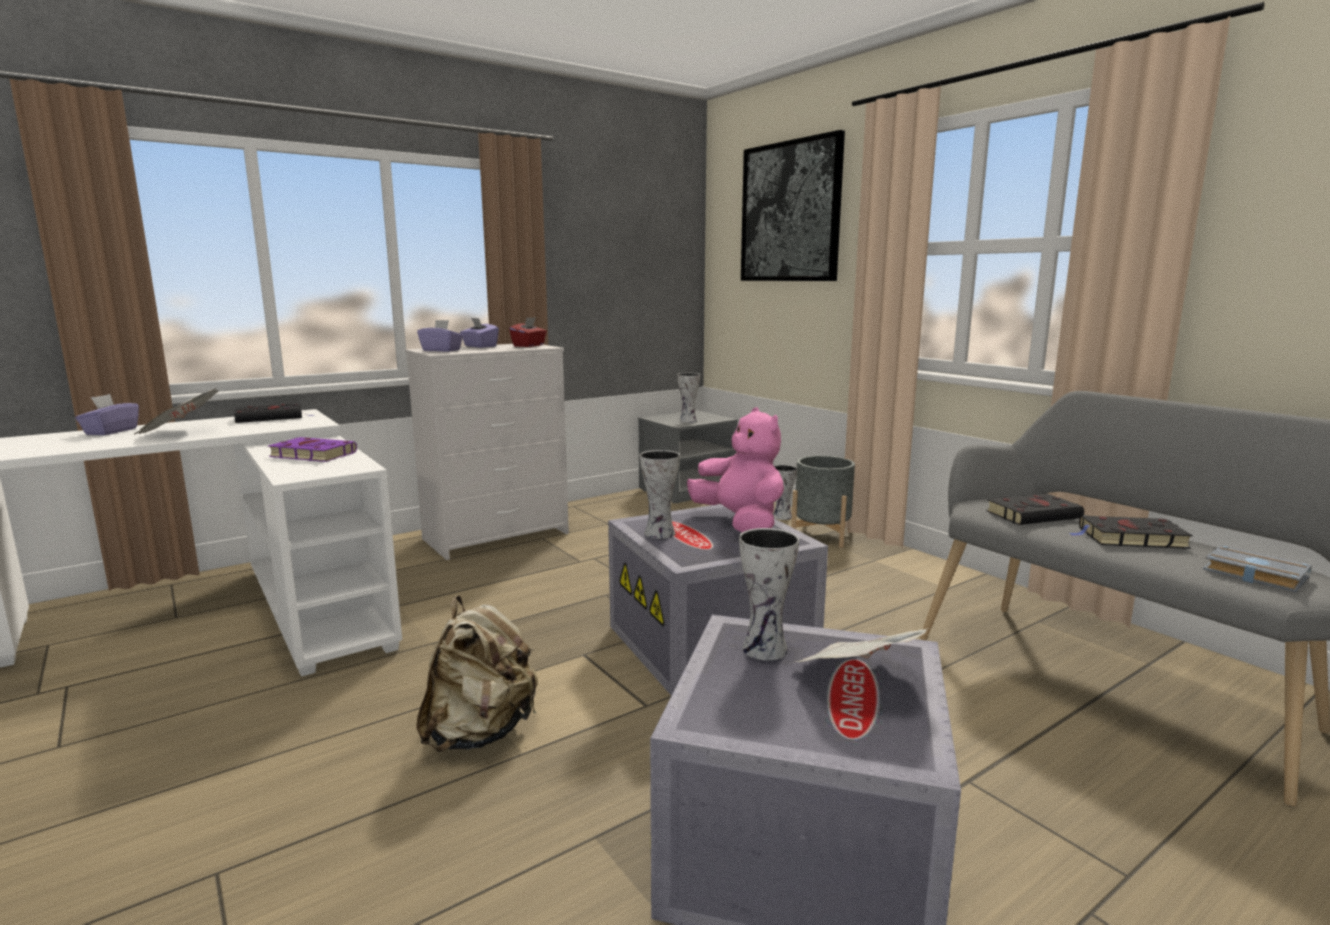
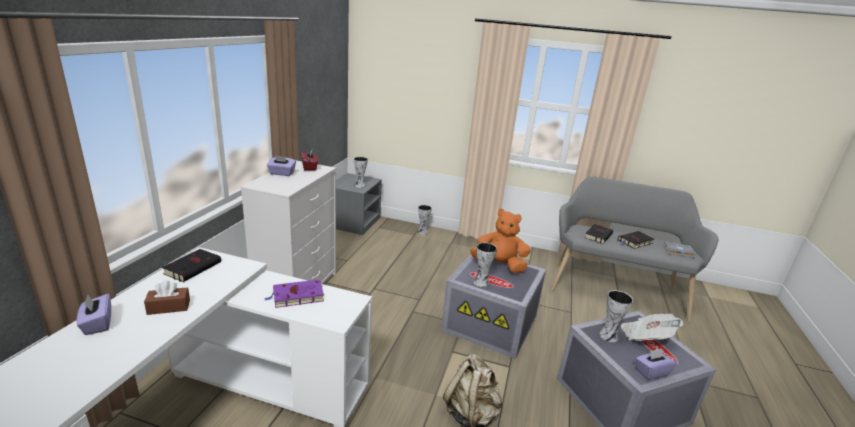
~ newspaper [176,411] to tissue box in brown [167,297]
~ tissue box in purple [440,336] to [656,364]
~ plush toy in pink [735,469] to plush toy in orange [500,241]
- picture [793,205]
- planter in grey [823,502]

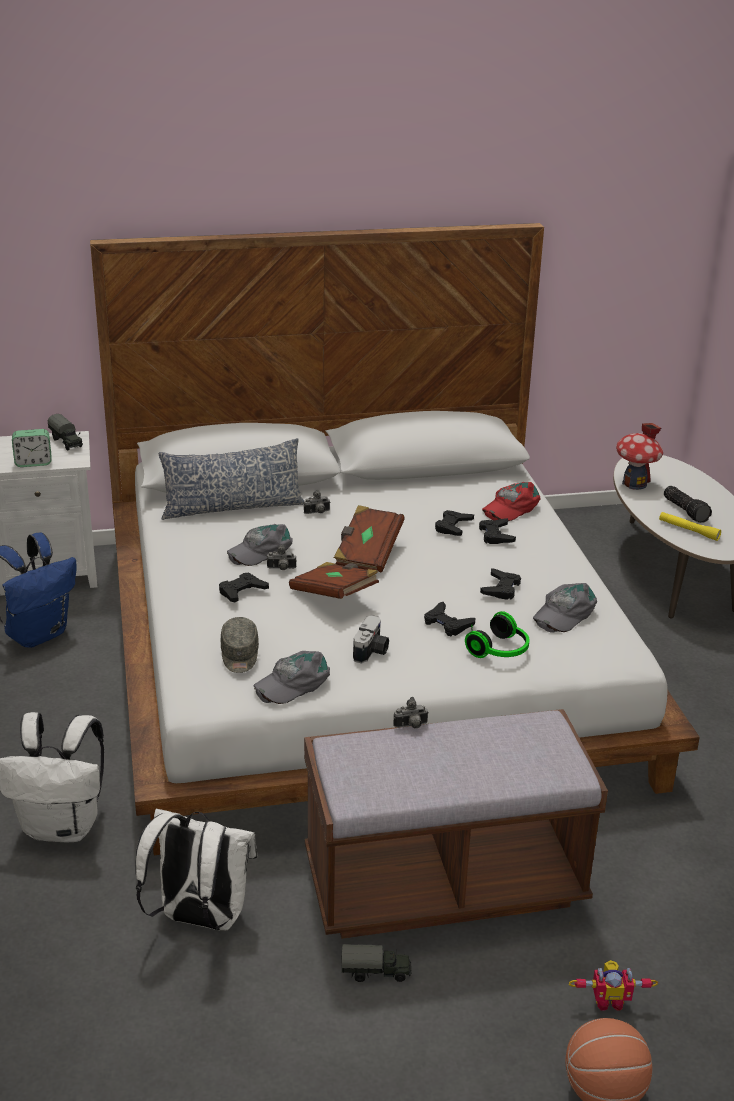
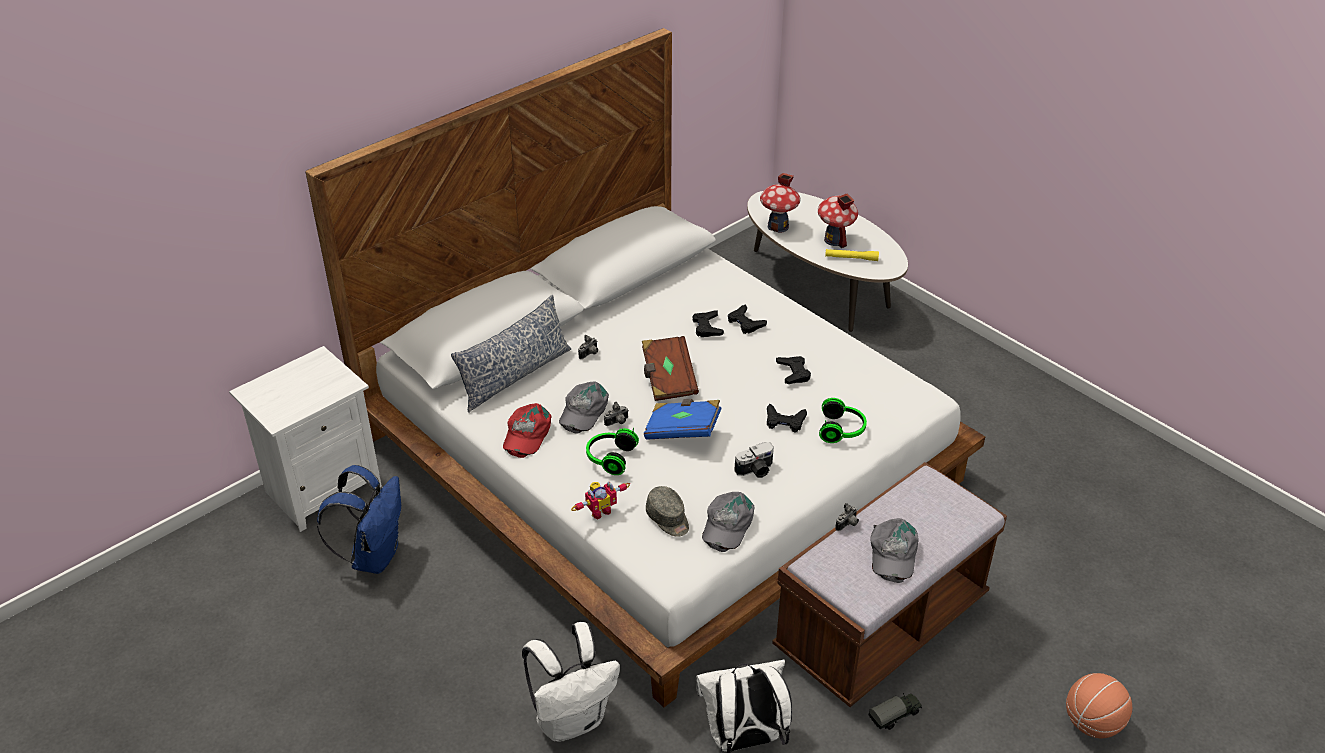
- alarm clock [32,448]
- toy truck [65,432]
~ game controller in black [244,587] to headphones [612,451]
~ book in brown [334,580] to book in blue [683,419]
~ photo camera [371,639] = [754,460] 75 degrees clockwise
~ cap in red [511,501] to [527,430]
~ cap in grey [565,607] to [894,550]
~ toy robot [613,985] to [600,500]
~ flashlight [688,504] to toy house [838,220]

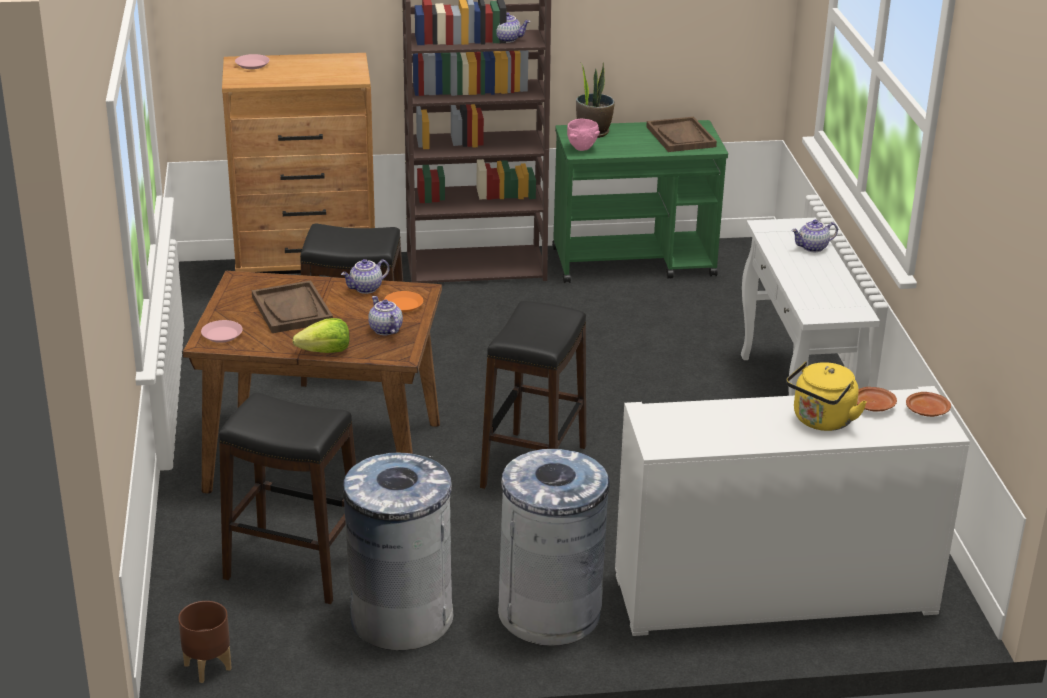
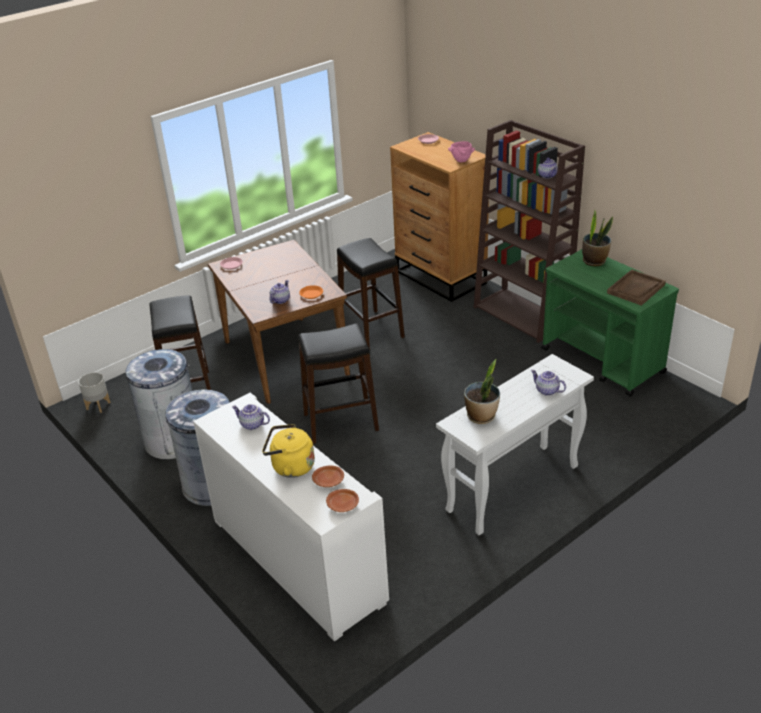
~ planter in brown [205,642] to planter in grey [94,392]
- tray in brown [292,306]
- lettuce [320,335]
~ teapot [365,276] to [251,417]
~ bowl in pink [583,135] to [461,151]
+ potted plant [482,391]

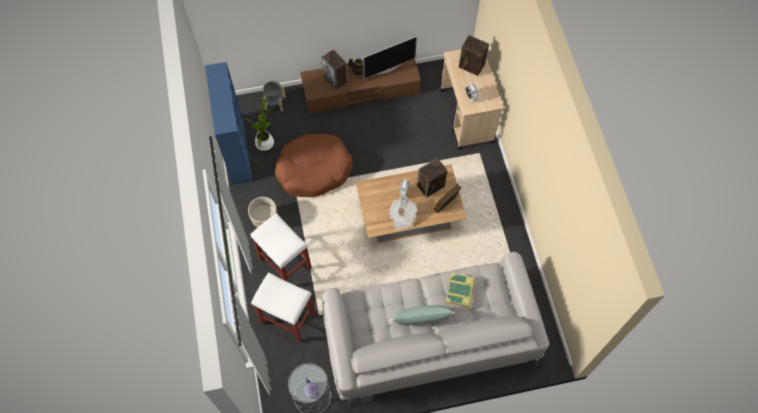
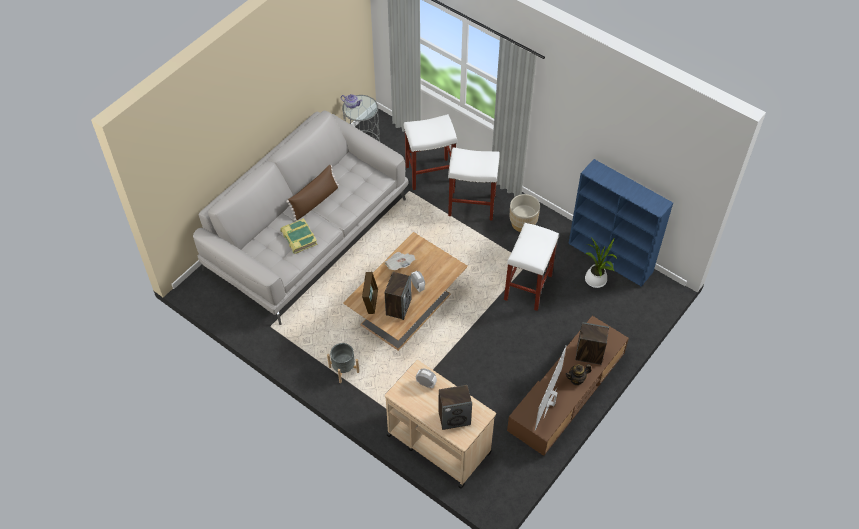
~ planter in grey [274,96] to [343,363]
~ dog bed in brown [314,165] to stool in white [531,267]
~ pillow in green [422,315] to pillow in brown [312,193]

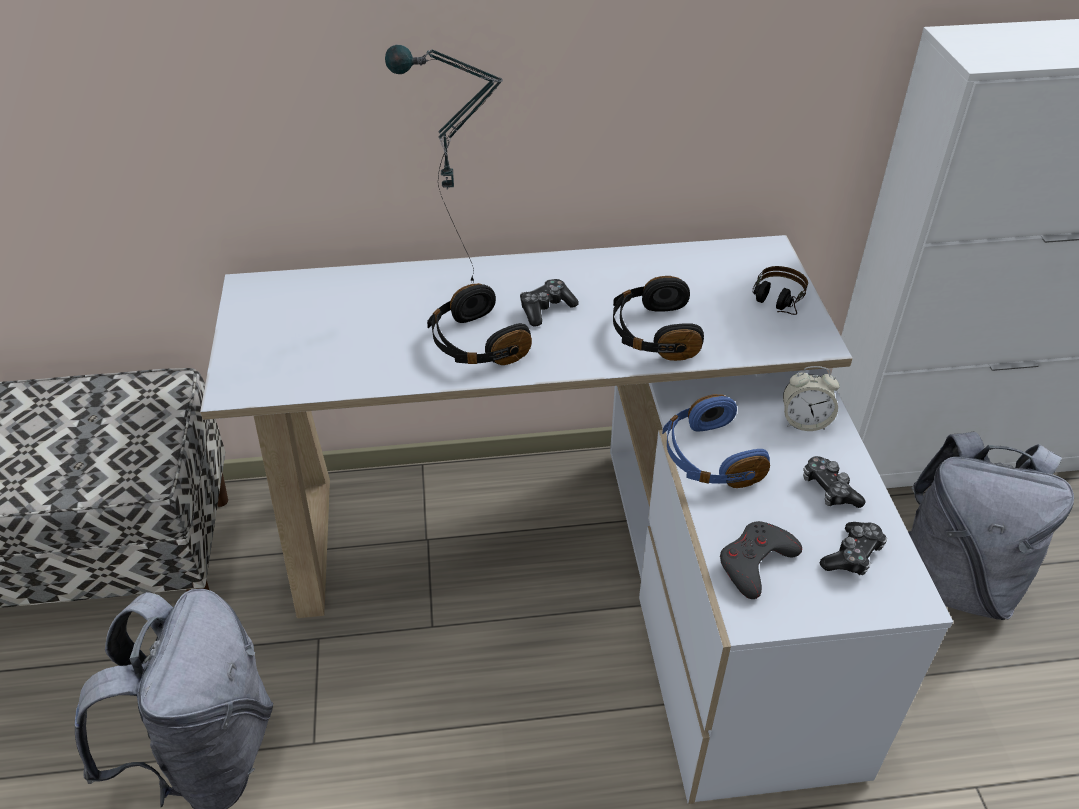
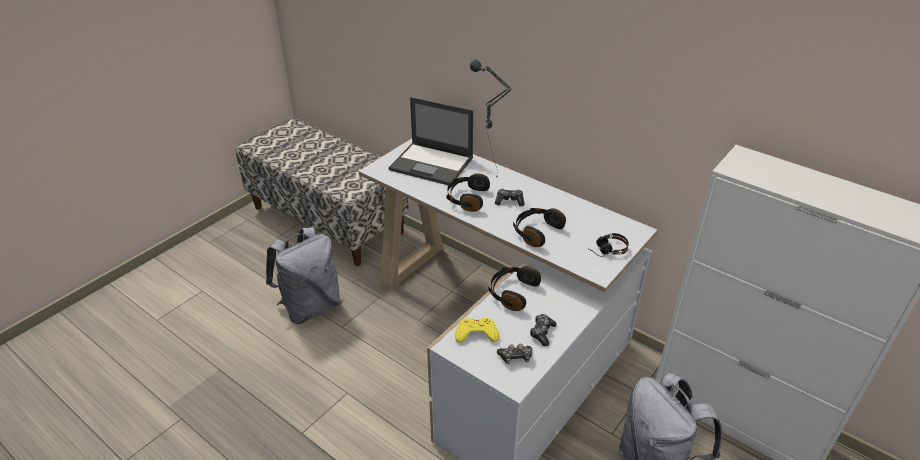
~ headphones in blue [716,441] to headphones in black [514,288]
~ game controller in grey [761,560] to game controller in yellow [477,330]
- alarm clock [811,398]
+ laptop [430,141]

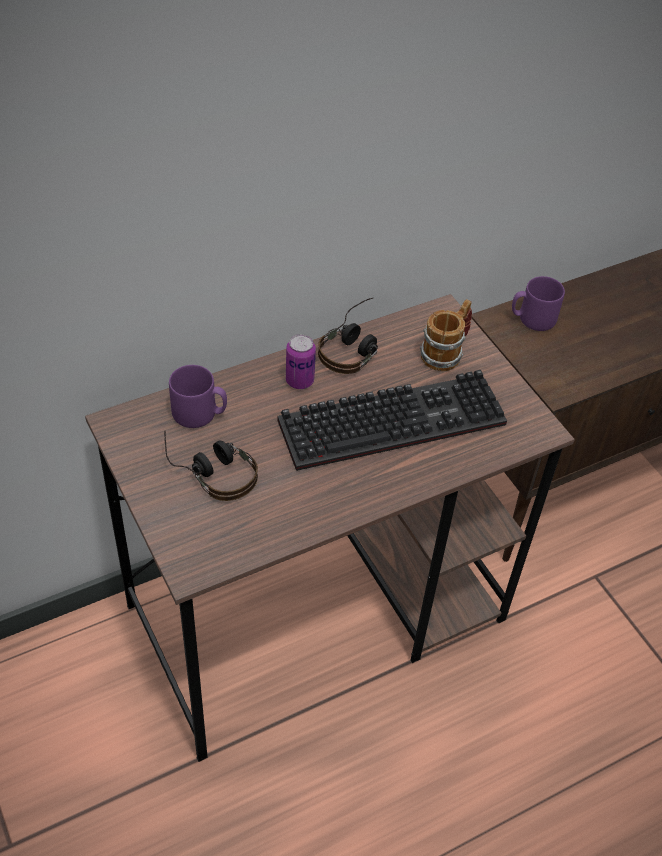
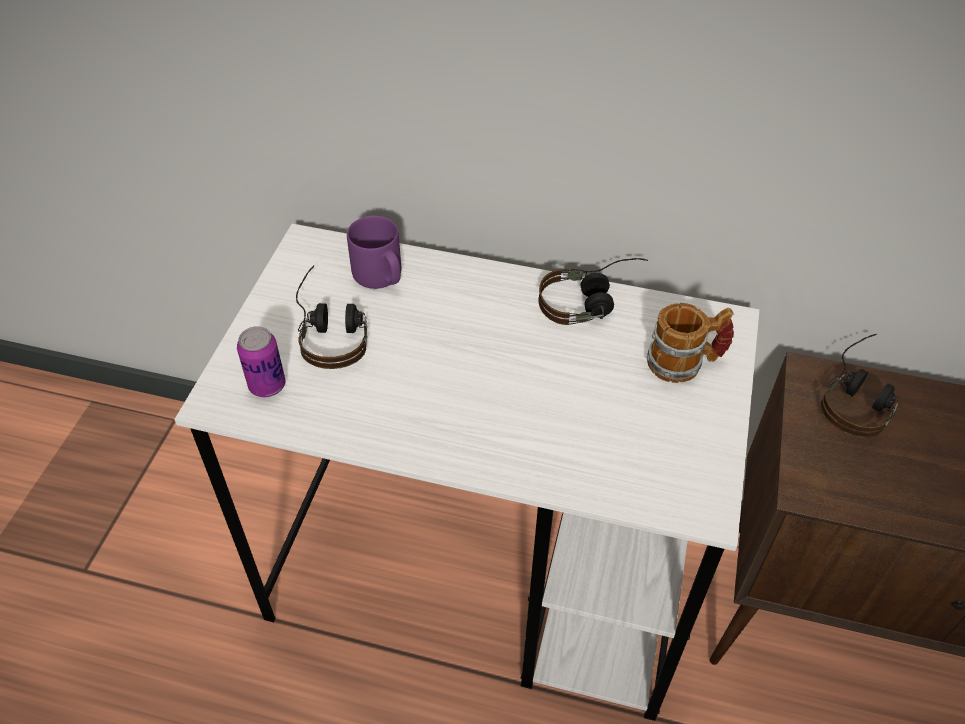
~ desk in brown [330,528] to desk in white [467,472]
- keyboard [392,420]
~ can [301,361] to [261,361]
~ mug in purple [538,303] to headphones [860,386]

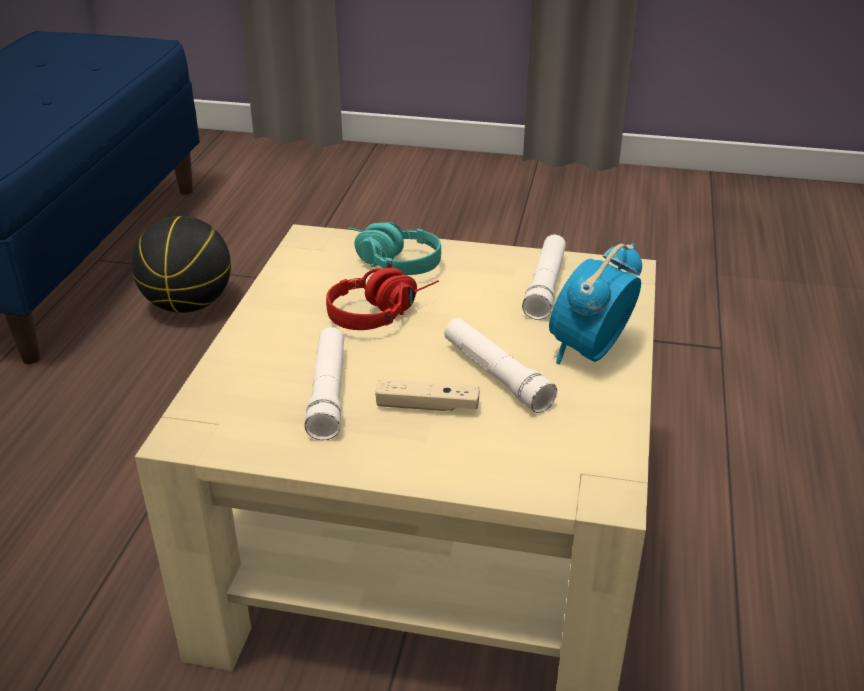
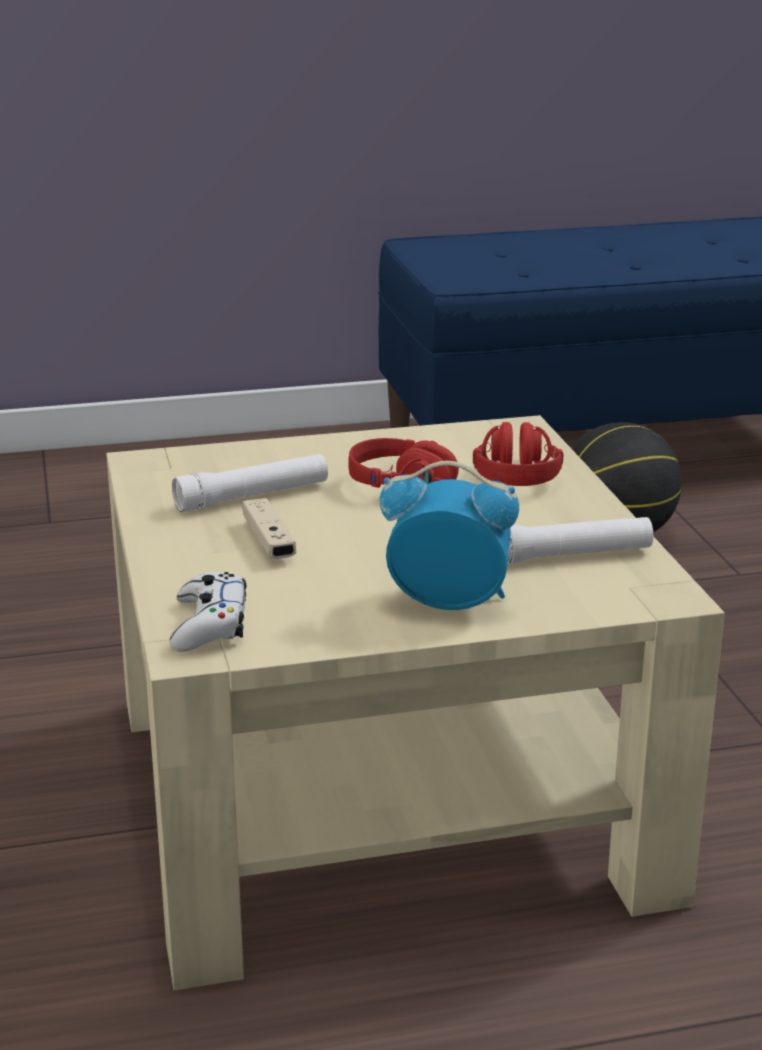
~ headphones in turquoise [394,248] to headphones in red [518,454]
- flashlight in white [500,365]
+ game controller in white [208,612]

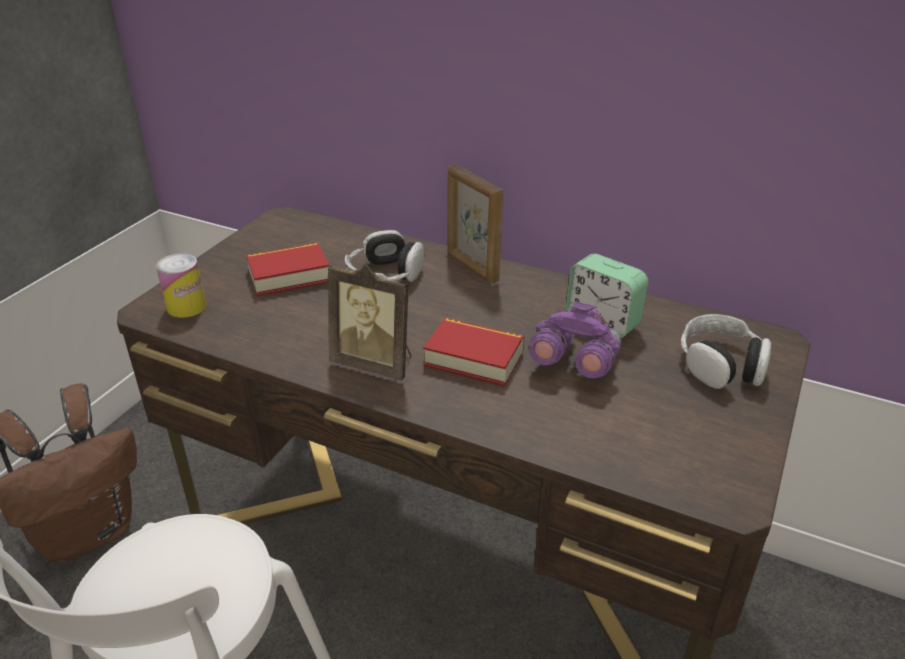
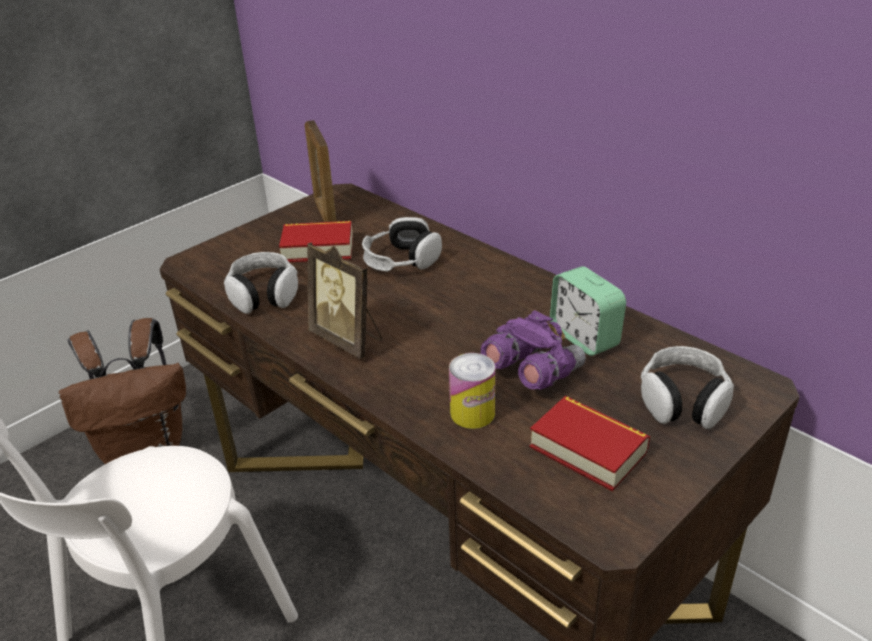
~ can [181,285] to [472,391]
~ book [473,352] to [590,443]
~ picture frame [475,224] to [321,171]
+ headphones [261,283]

